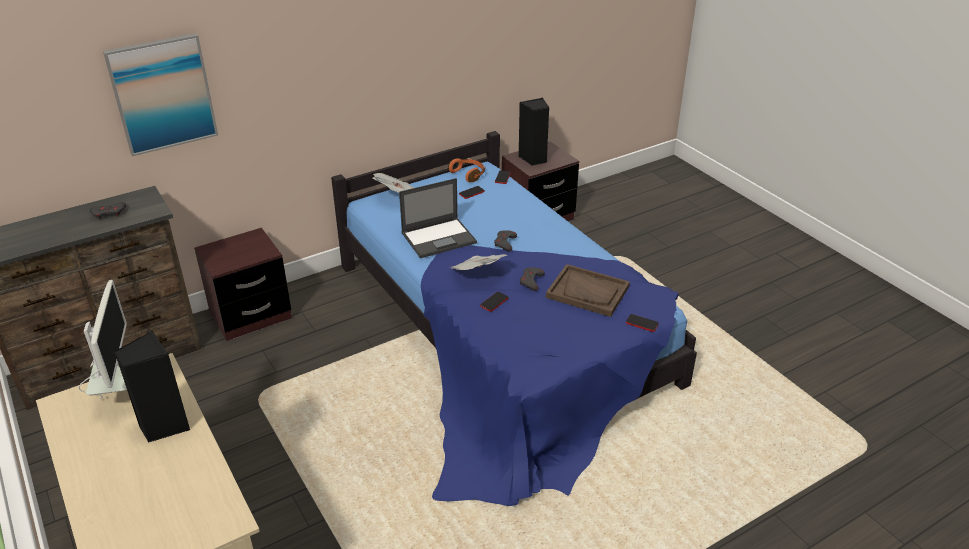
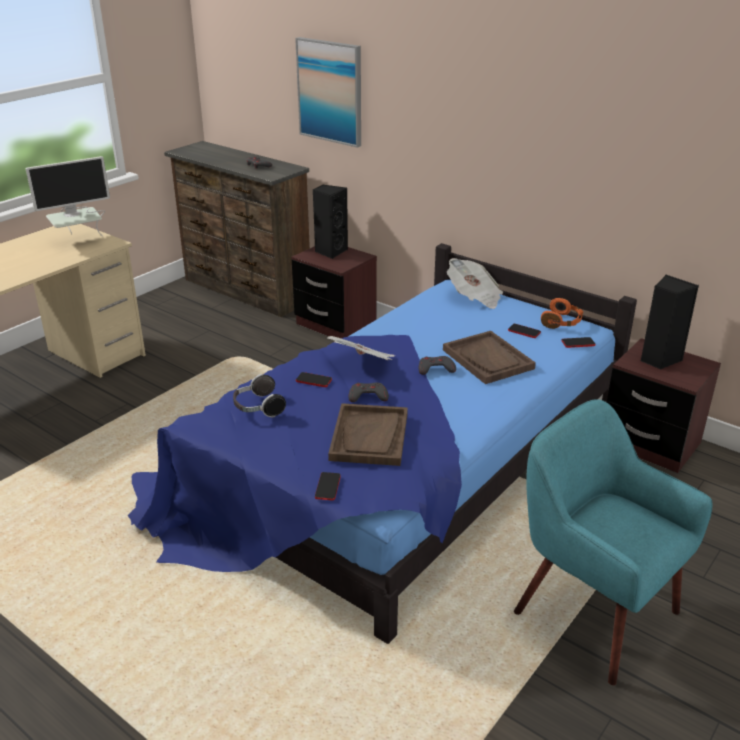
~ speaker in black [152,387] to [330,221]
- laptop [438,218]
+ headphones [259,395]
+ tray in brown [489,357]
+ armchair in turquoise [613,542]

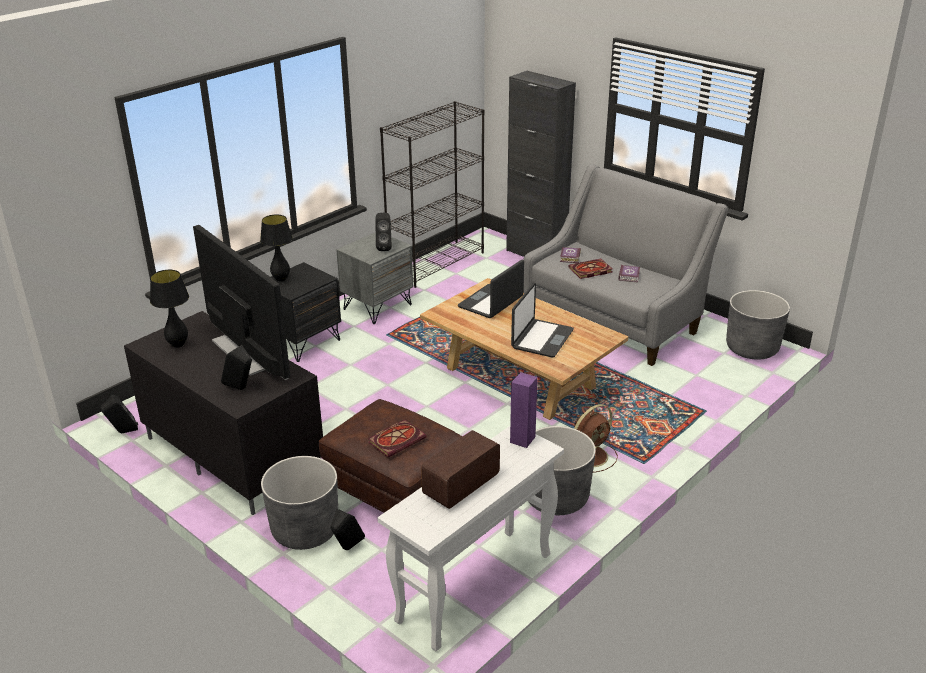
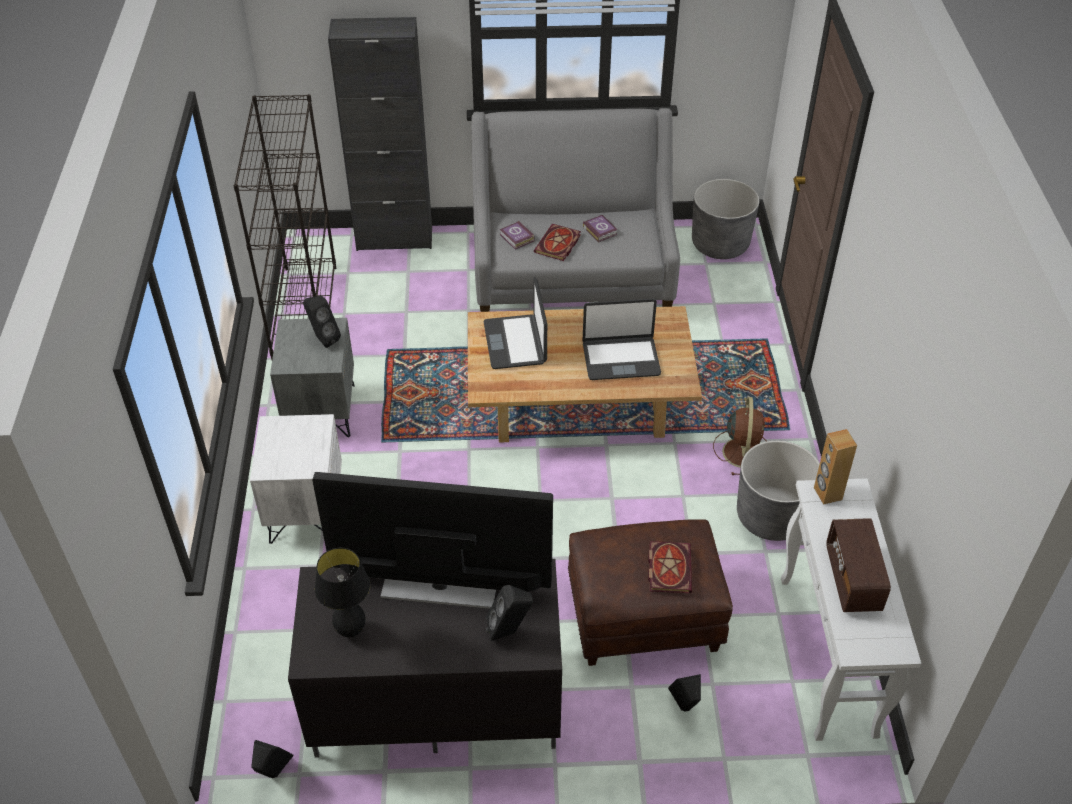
- table lamp in black [276,248]
- planter in grey [299,503]
~ nightstand in black [306,312] to nightstand in white [296,479]
~ speaker in purple [524,410] to speaker in brown [835,467]
~ laptop [542,320] = [621,339] 105 degrees clockwise

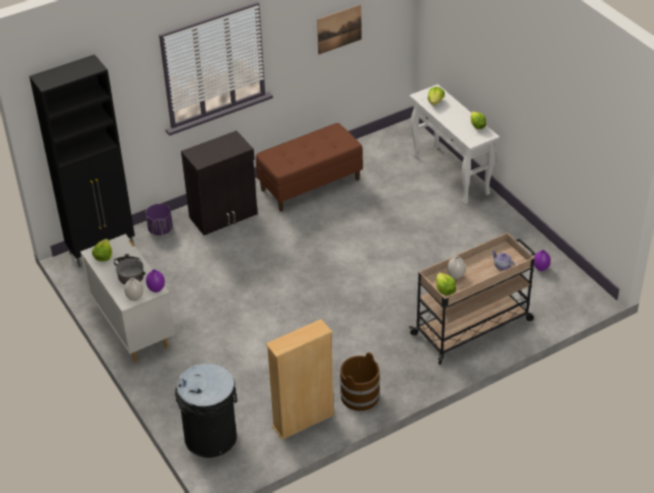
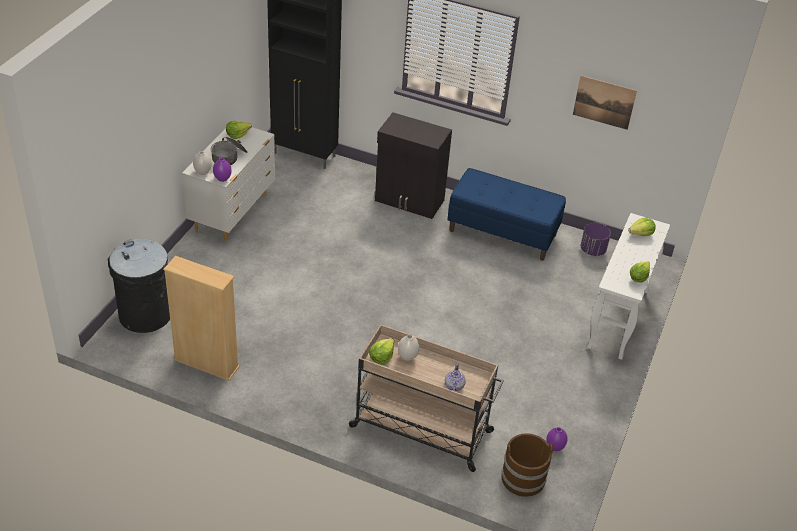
~ planter in purple [159,219] to [596,239]
~ bench in brown [309,167] to bench in blue [506,214]
~ bucket in brown [360,381] to [527,465]

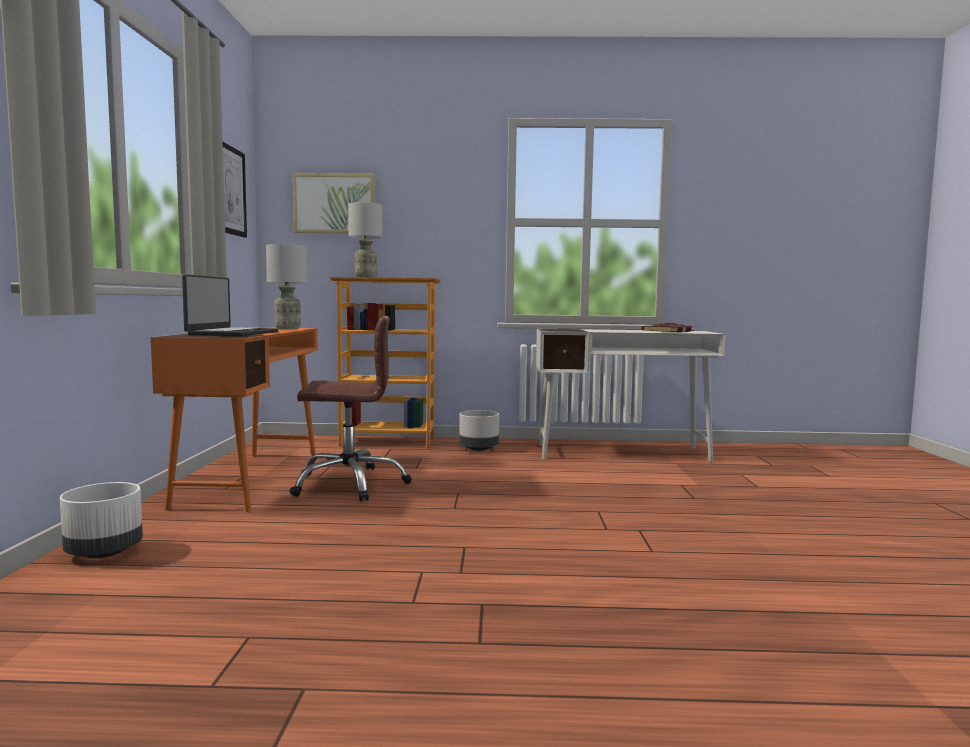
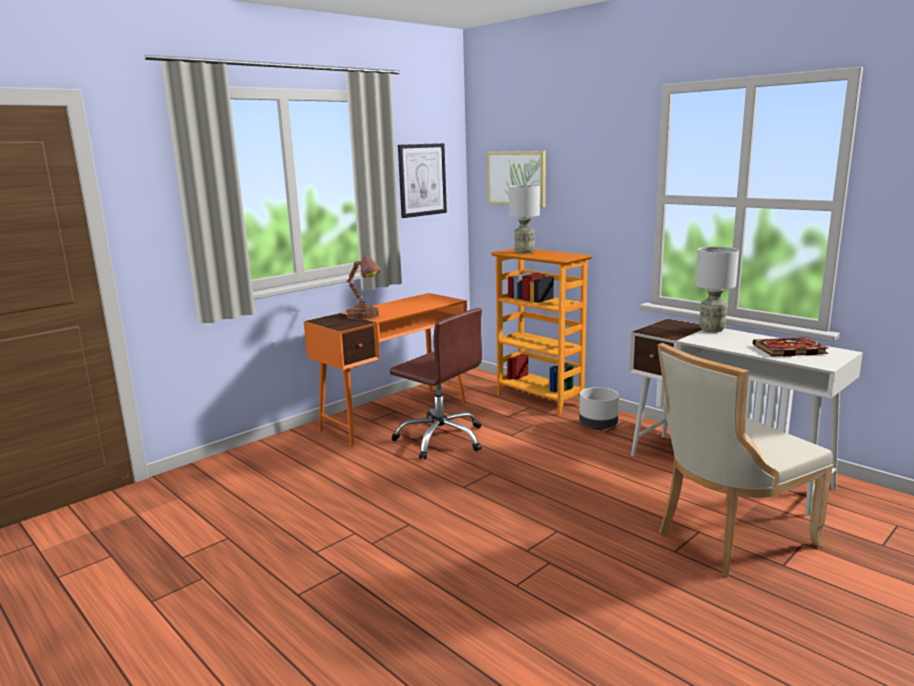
- planter in white [101,520]
~ laptop [230,305] to table lamp in brown [363,288]
~ table lamp in grey [286,286] to [717,289]
+ chair in beige [745,460]

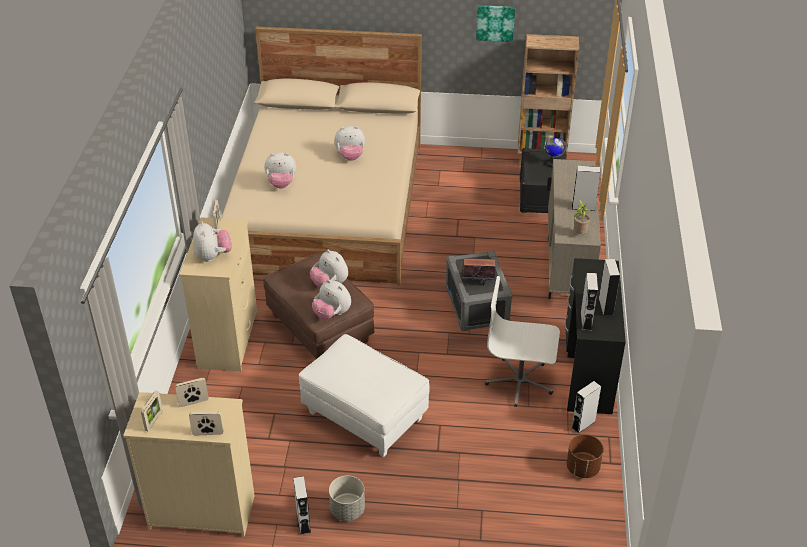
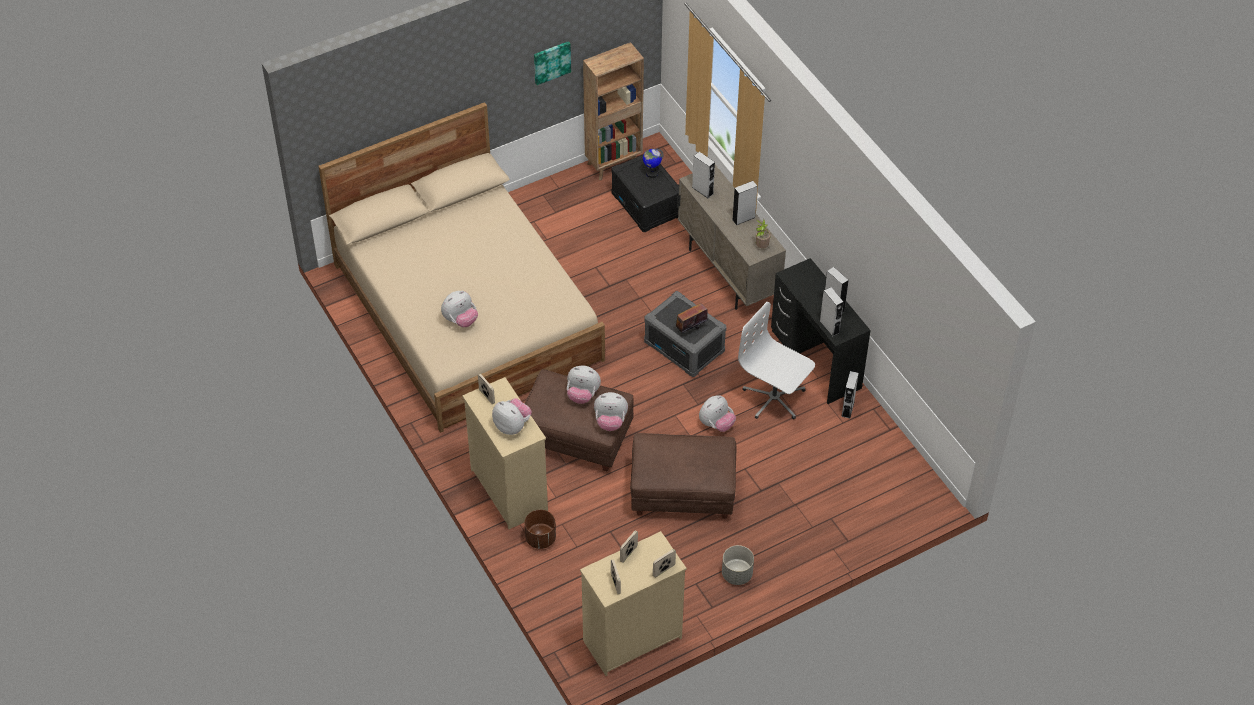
~ speaker in grey [302,505] to [703,175]
~ ottoman in white [364,395] to ottoman in brown [683,476]
~ plush toy [349,143] to [717,413]
~ office chair in white [522,341] = [776,360] 60 degrees clockwise
~ planter in brown [585,456] to [540,529]

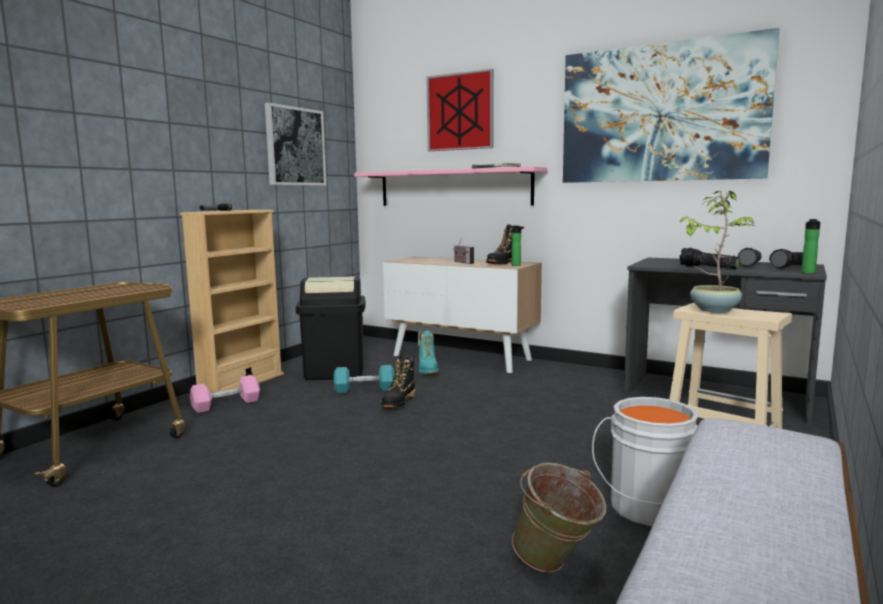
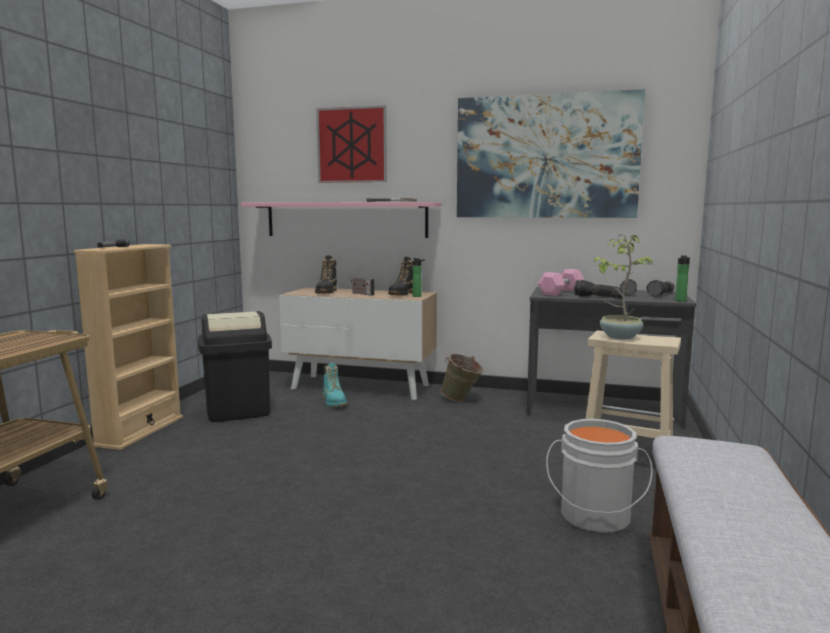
~ dumbbell in pink [225,394] to [561,282]
- picture [295,144]
- dumbbell in turquoise [364,379]
~ boot in black [398,381] to [326,274]
~ bucket in green [559,518] to [462,378]

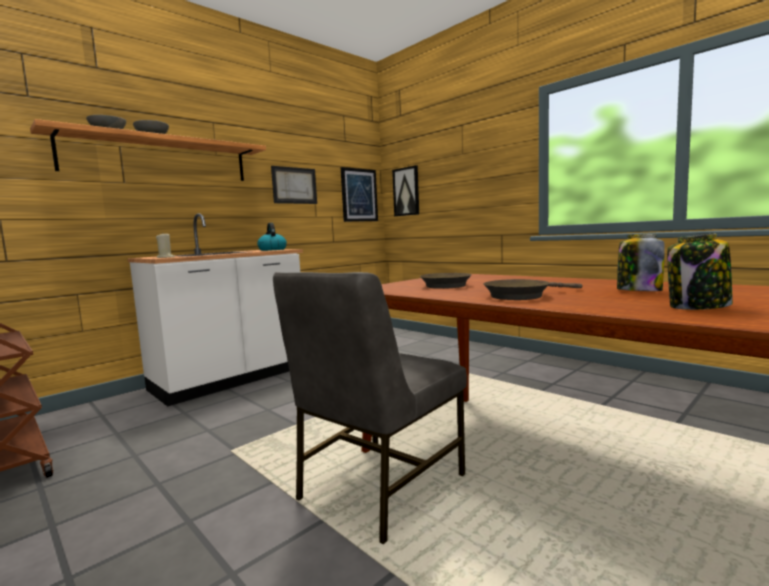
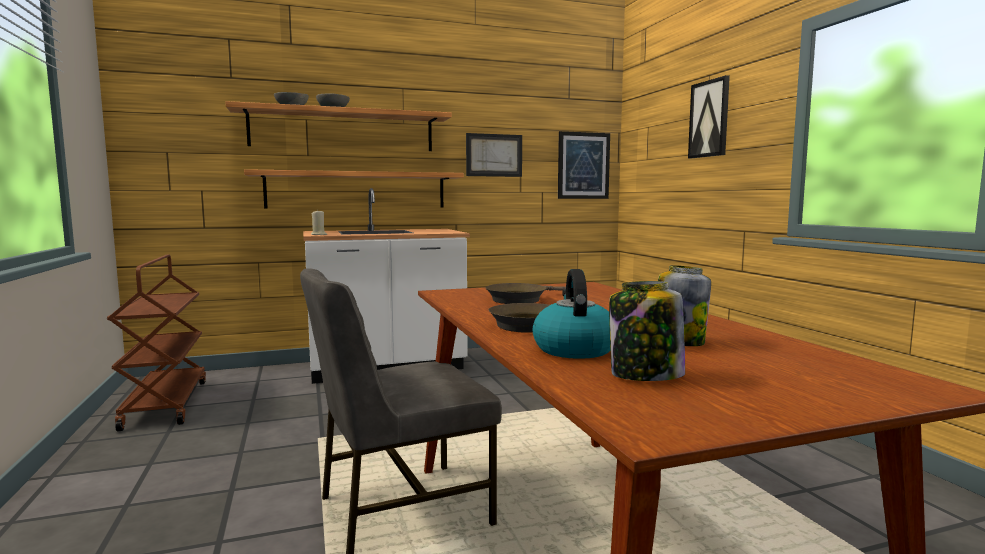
~ kettle [272,237] to [571,314]
~ picture [405,190] to [709,116]
+ shelf [354,188]

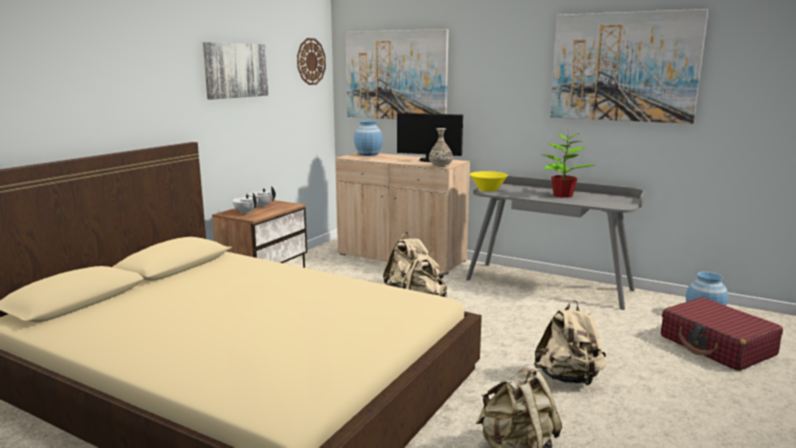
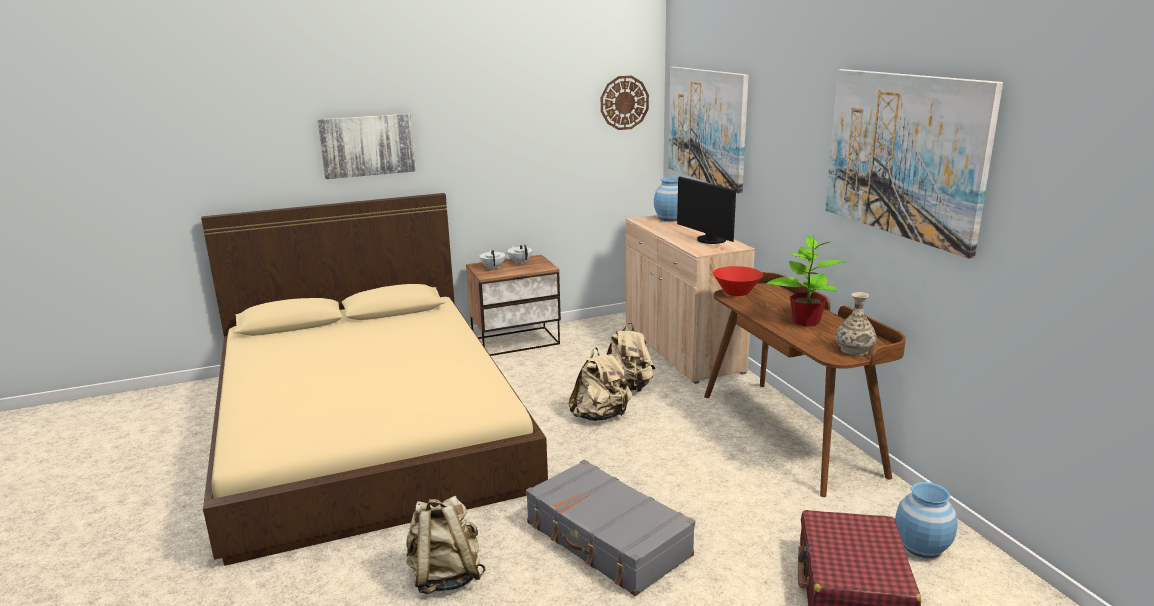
~ picture [236,70] to [366,146]
~ vase [441,147] to [856,324]
~ desk in grey [555,243] to desk in brown [805,384]
~ bowl in yellow [489,181] to bowl in red [738,281]
~ backpack in beige [570,342] to suitcase in grey [610,528]

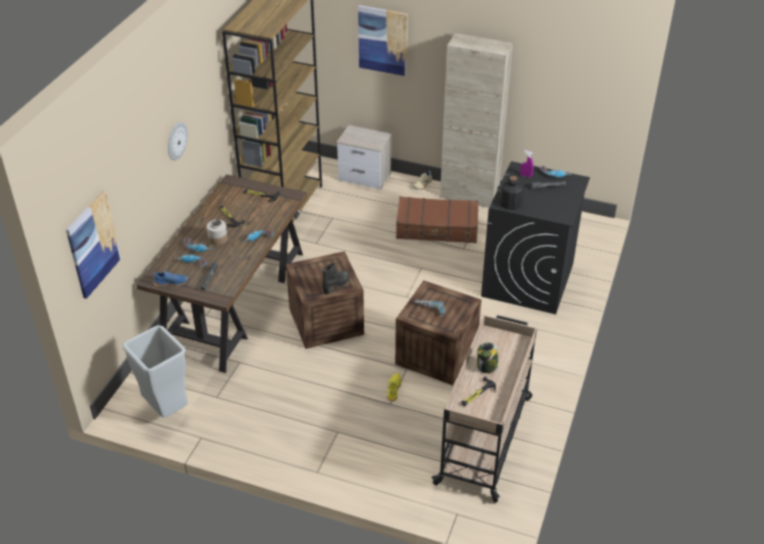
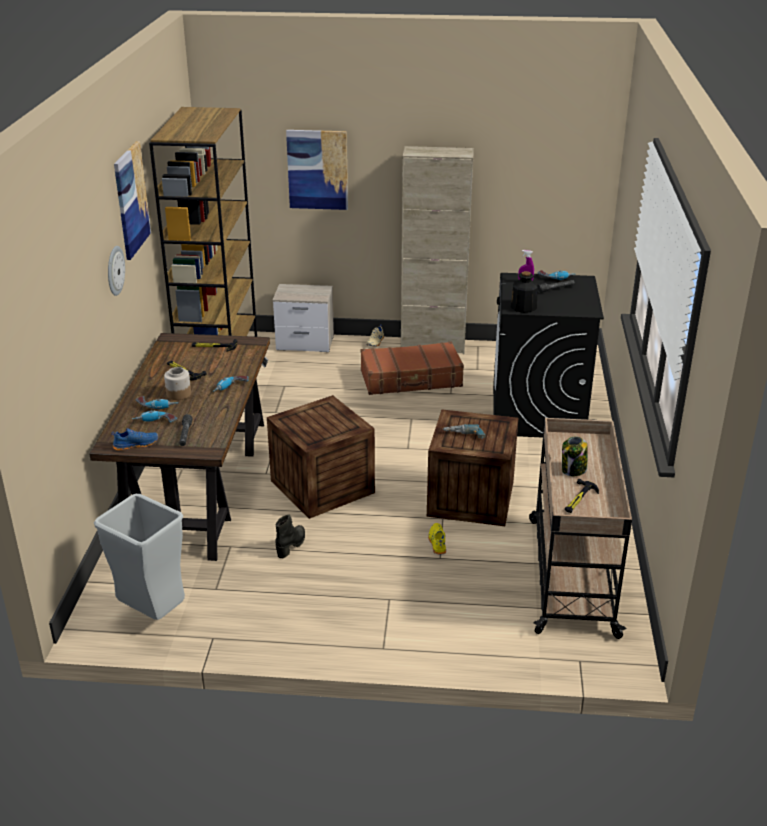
~ picture [93,245] to [132,200]
~ boot in black [336,279] to [290,537]

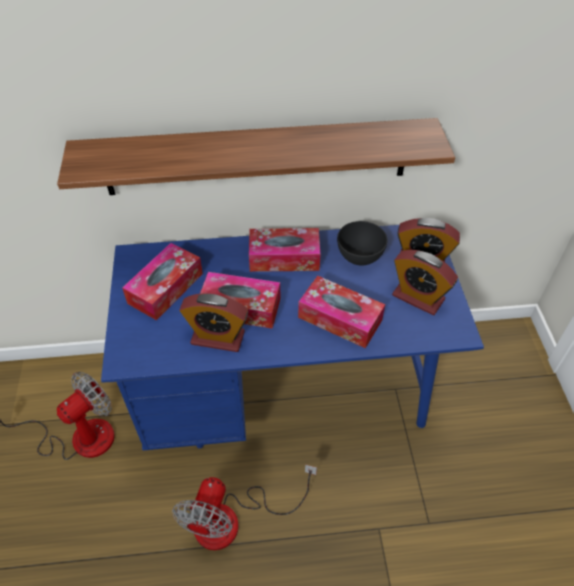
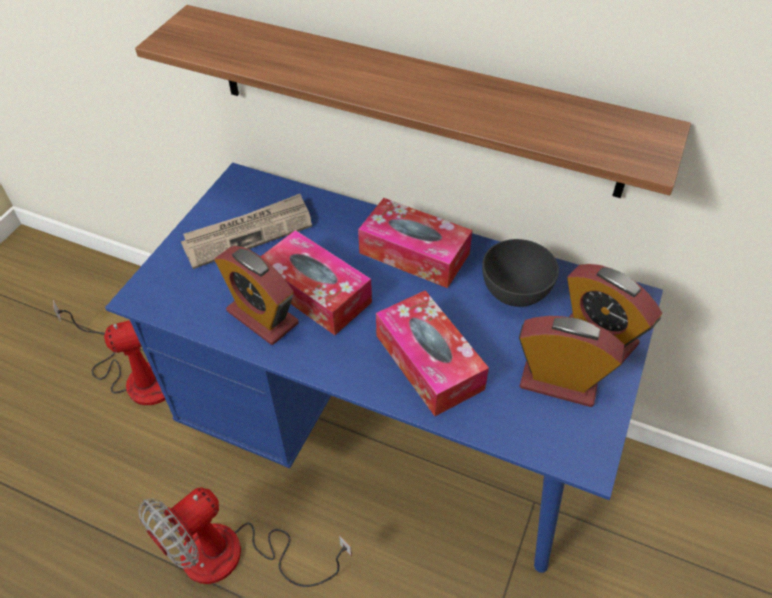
~ tissue box [162,281] to newspaper [246,231]
~ alarm clock [425,282] = [571,361] 135 degrees clockwise

